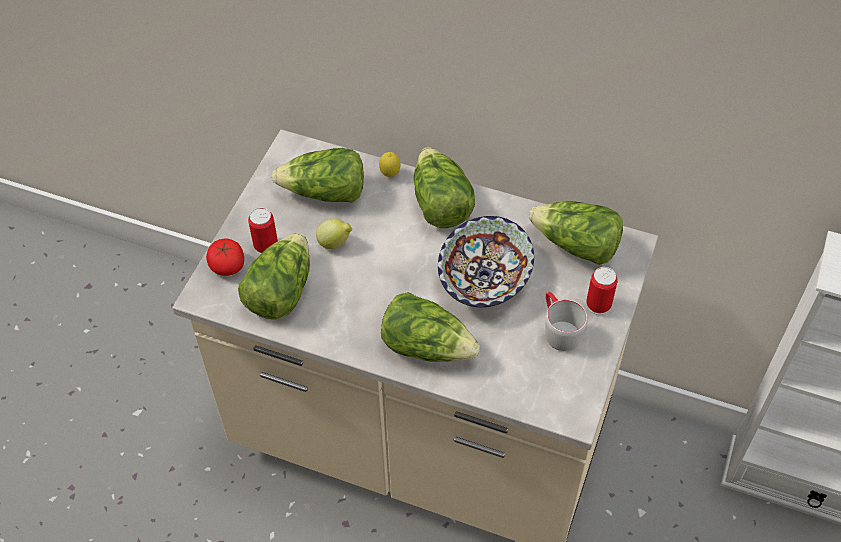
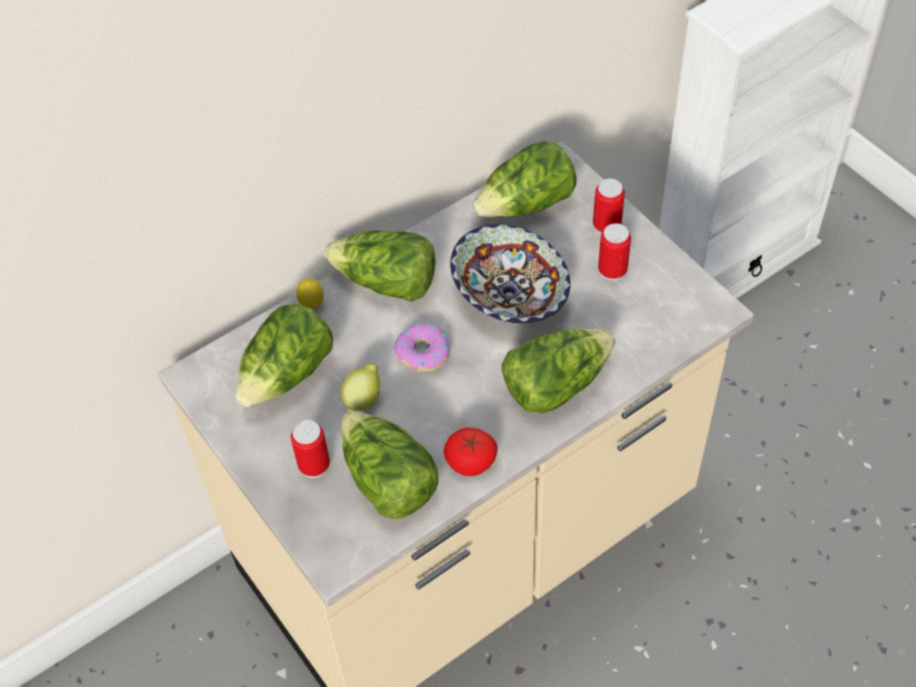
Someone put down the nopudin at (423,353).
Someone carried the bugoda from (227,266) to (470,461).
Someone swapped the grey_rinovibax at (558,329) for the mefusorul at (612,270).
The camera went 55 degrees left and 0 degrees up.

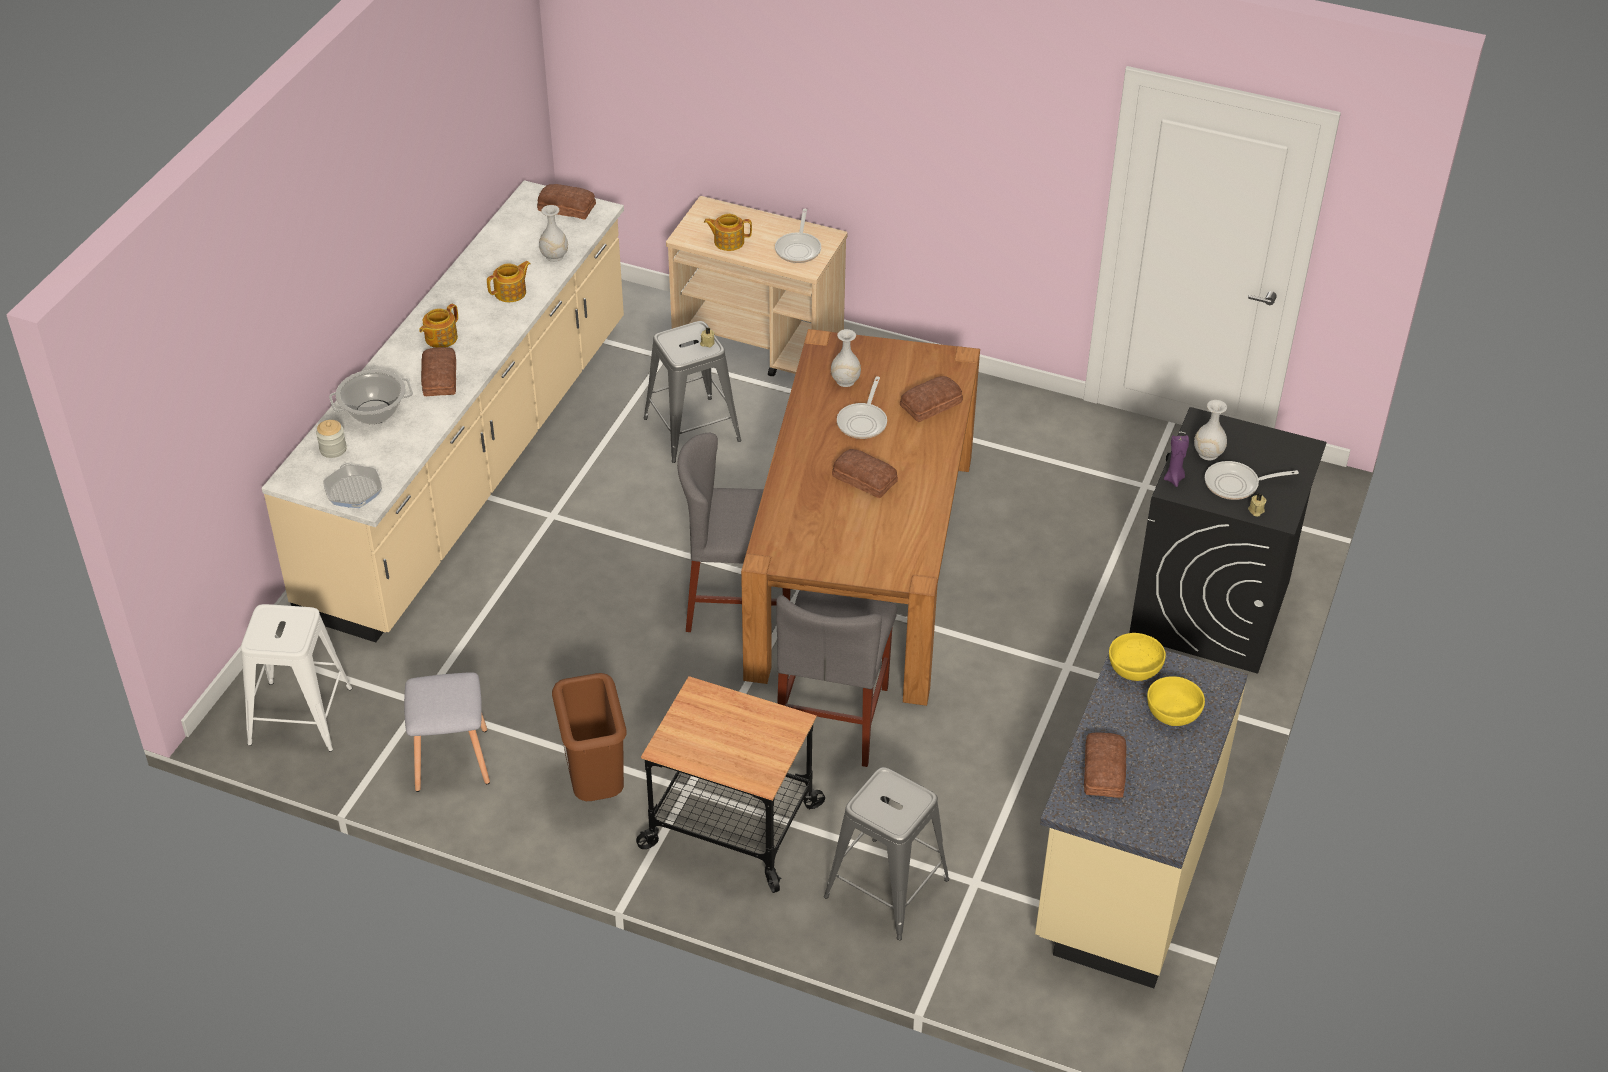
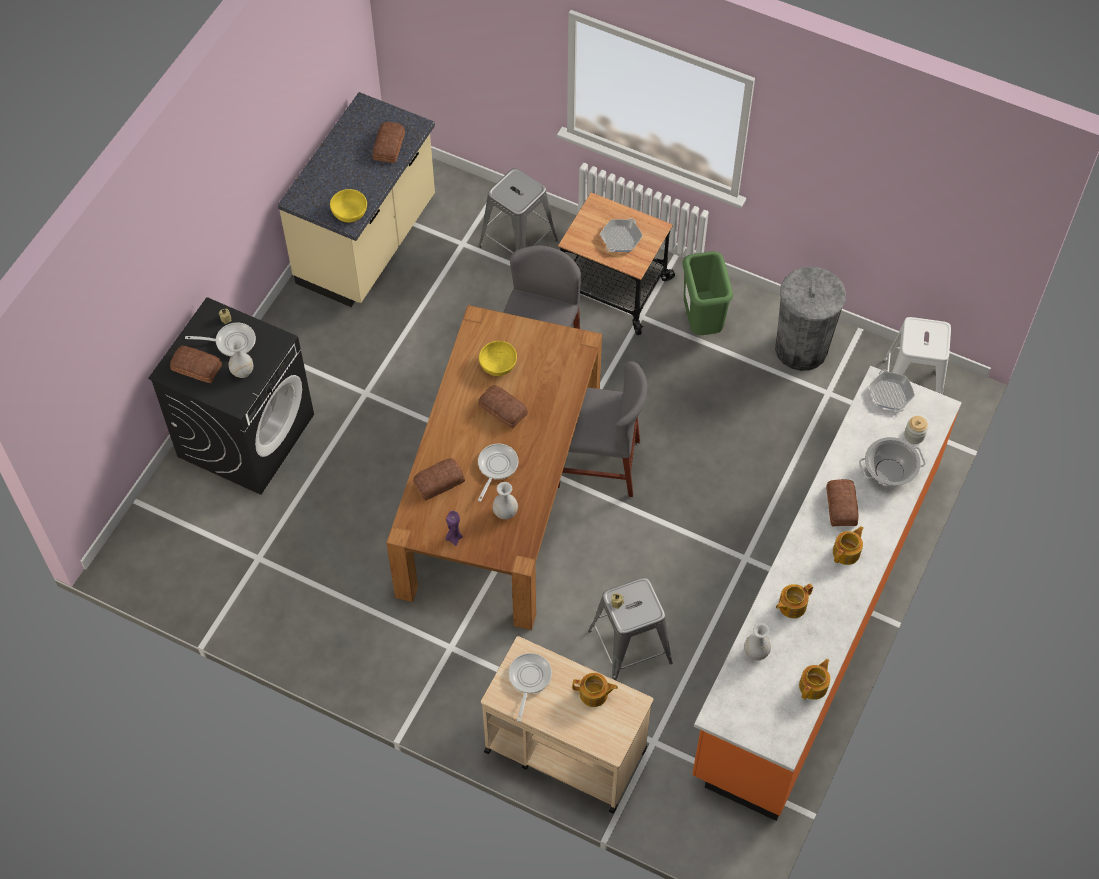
Someone carried the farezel from (566,207) to (196,368).
Someone carried the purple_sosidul from (1174,479) to (454,537).
Someone carried the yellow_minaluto from (1173,711) to (498,365).
Someone put down the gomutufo at (621,238).
Someone repainted the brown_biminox at (594,785), which became the green_biminox at (703,323).
Someone repainted the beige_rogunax at (473,464), which became the orange_rogunax at (816,618).
Someone swapped the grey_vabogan at (450,758) for the grey_biminox at (801,348).
Someone put down the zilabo at (814,686).
The camera went 175 degrees left and 15 degrees up.

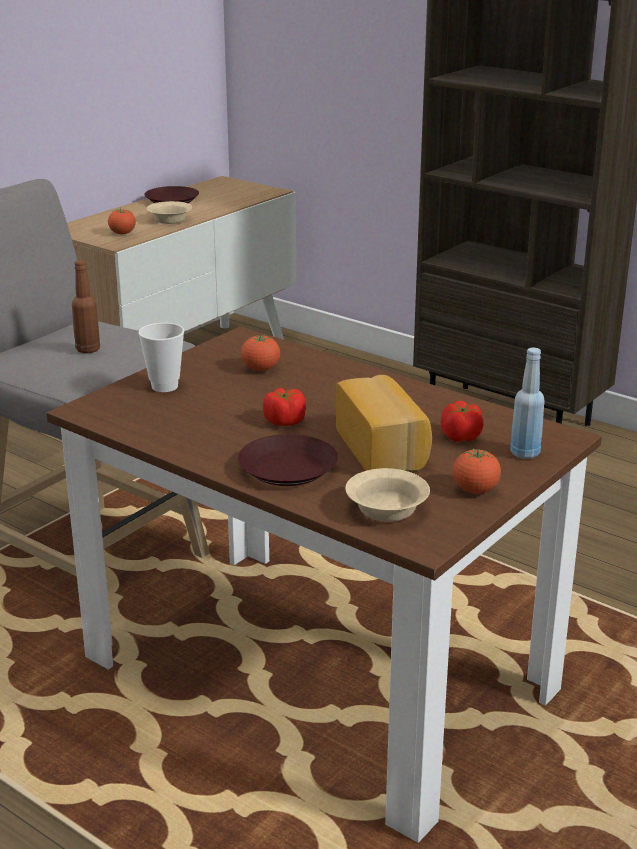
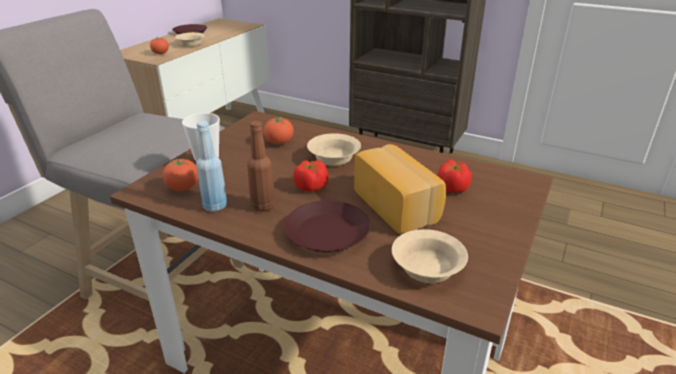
Someone carried the bugoda from (475,490) to (183,188).
Someone carried the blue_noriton from (524,453) to (215,206).
Someone carried the brown_noriton from (88,350) to (263,206).
Someone put down the beige_minaluto at (334,159).
The camera went 10 degrees left and 5 degrees up.

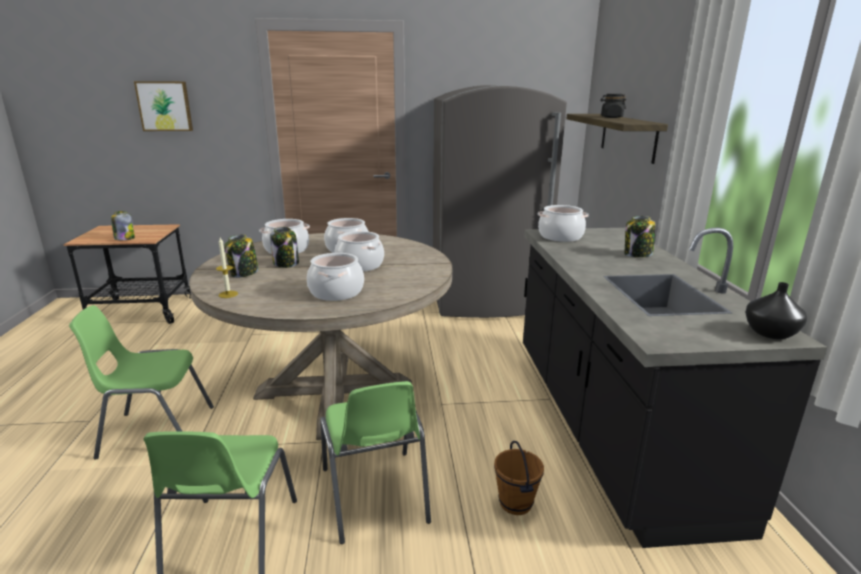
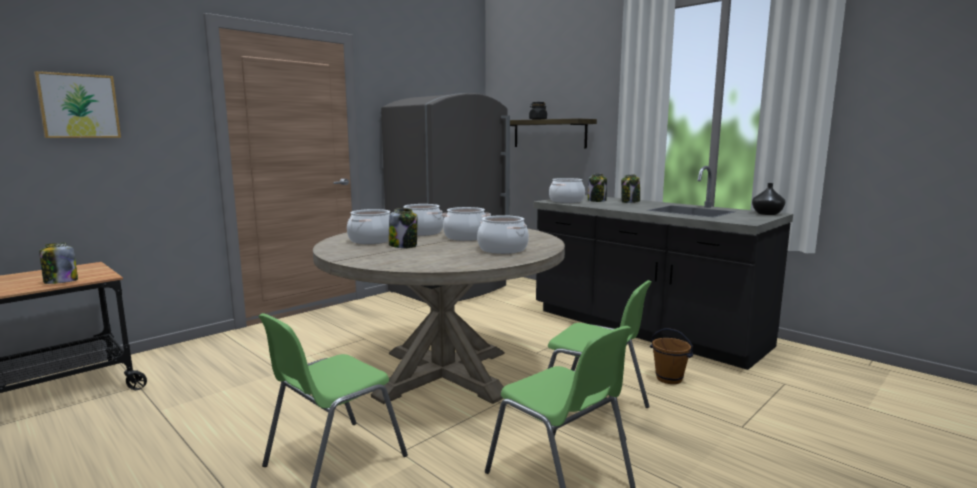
Someone carried the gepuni from (244,273) to (597,200).
Someone took away the sosidul at (228,294).
The camera went 40 degrees left and 10 degrees down.

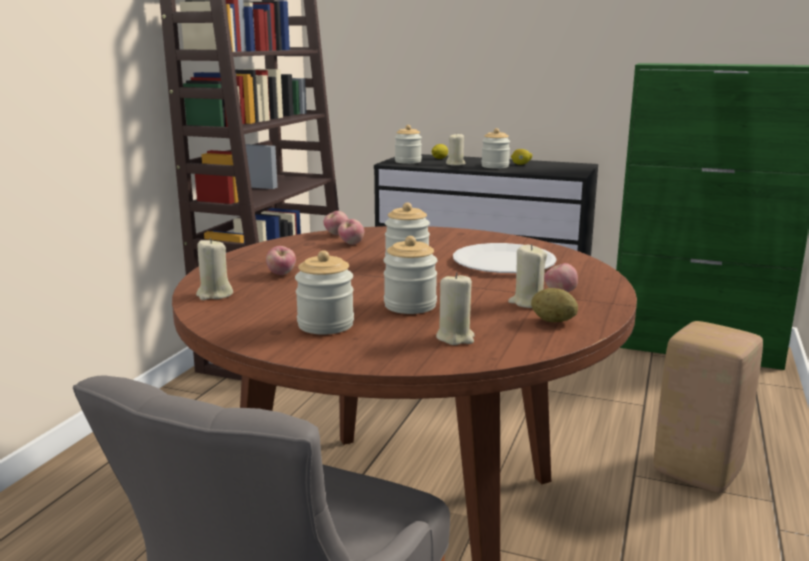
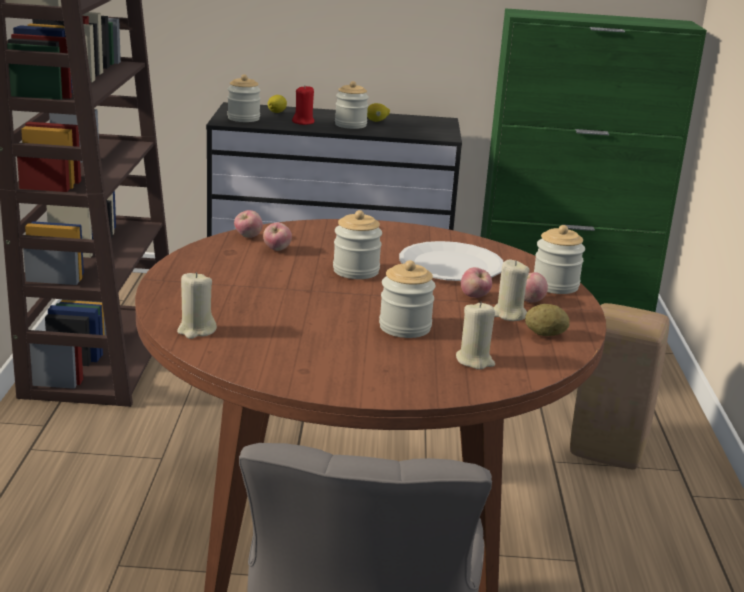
Someone repainted the beige_sosidul at (456,164), which became the red_sosidul at (303,122).
Someone carried the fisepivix from (281,274) to (475,297).
Someone carried the gepuni from (325,325) to (555,285).
The camera went 20 degrees left and 5 degrees up.

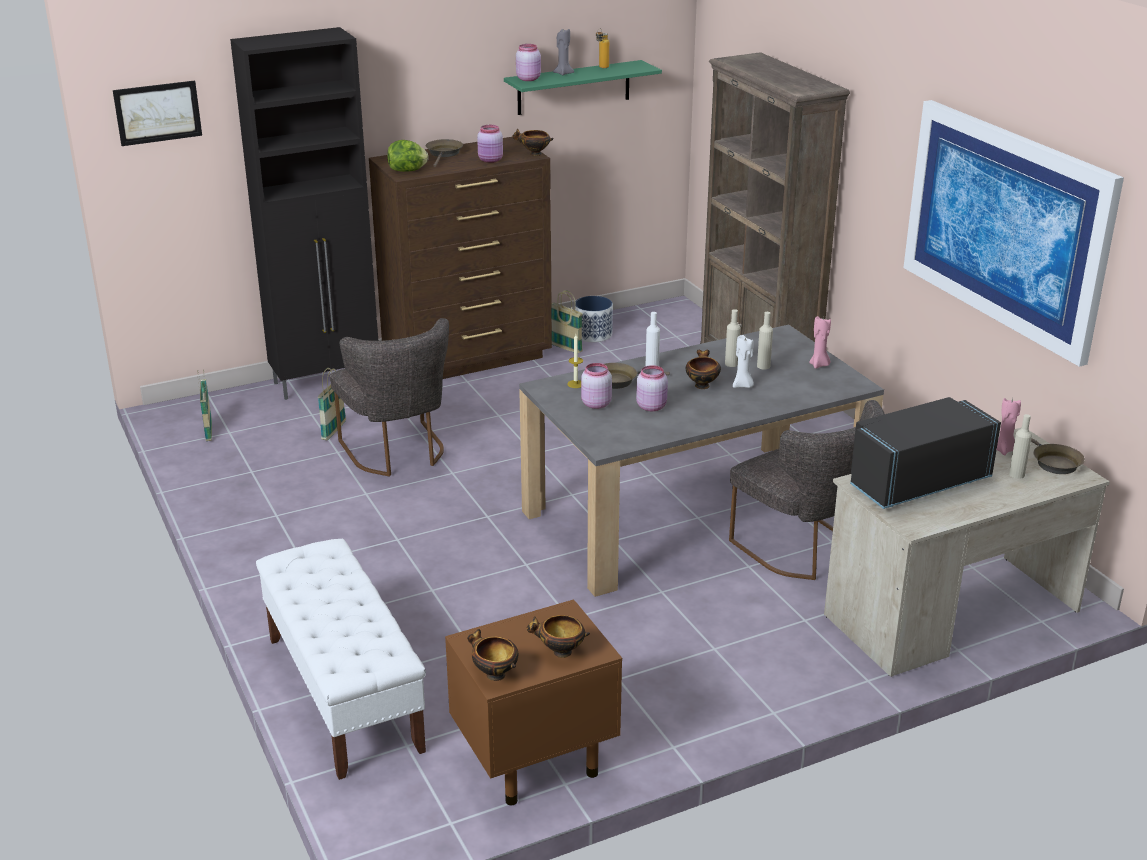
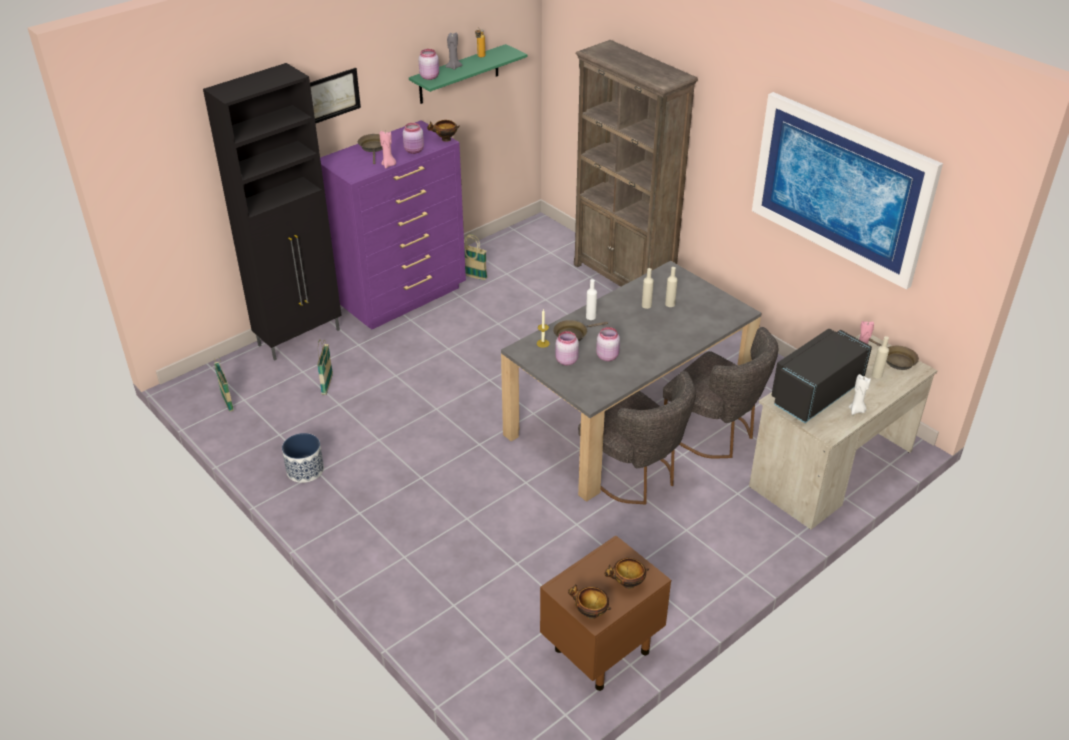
Someone carried the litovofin from (593,334) to (305,470).
Someone carried the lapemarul from (158,113) to (331,96).
Someone repainted the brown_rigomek at (469,358), which became the purple_rigomek at (402,297).
Someone carried the pink_sosidul from (819,365) to (388,165).
Someone carried the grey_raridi from (397,453) to (635,477).
Someone carried the white_sosidul from (743,385) to (856,410).
Someone took away the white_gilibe at (343,693).
Someone took away the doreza at (407,171).
Someone took away the minaluto at (701,385).
The camera went 15 degrees left and 10 degrees up.

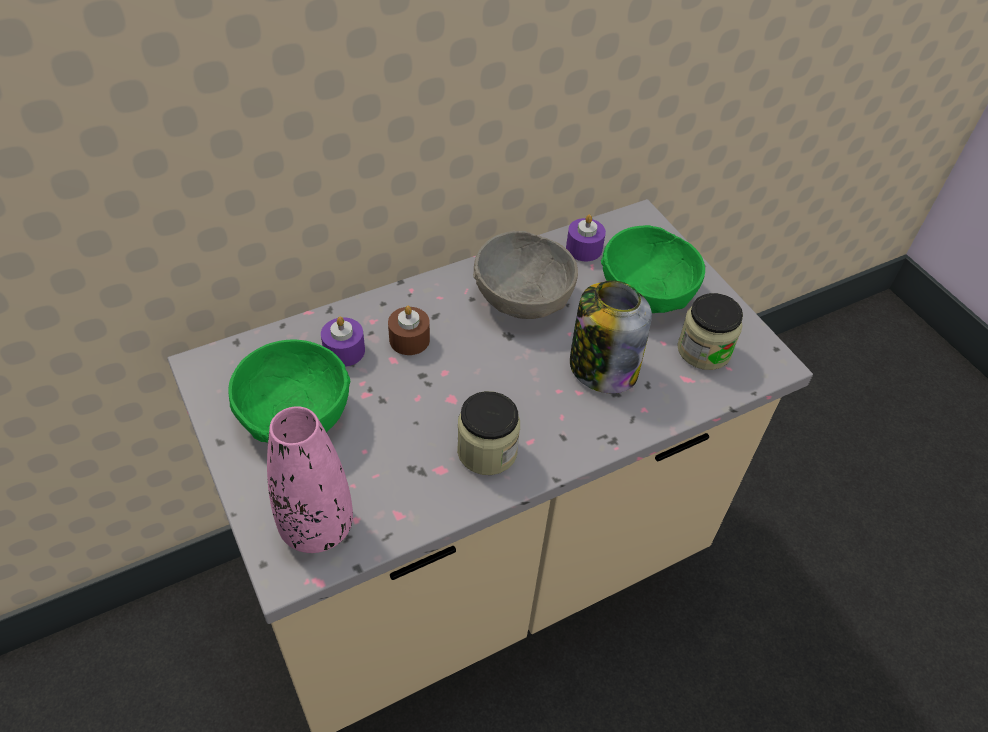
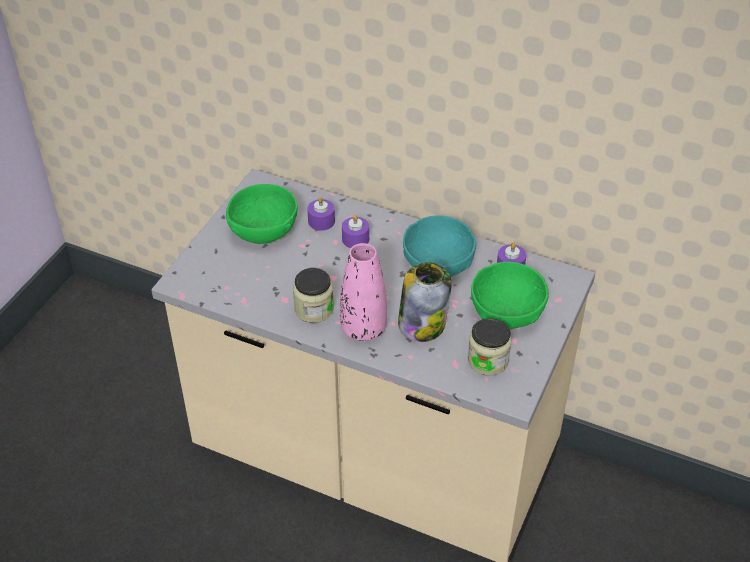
Someone carried the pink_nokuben from (317,526) to (363,329).
Someone repainted the brown_sosidul at (409,339), which became the purple_sosidul at (355,239).
Someone repainted the grey_minaluto at (524,297), which became the turquoise_minaluto at (438,264).
The camera went 55 degrees right and 5 degrees down.

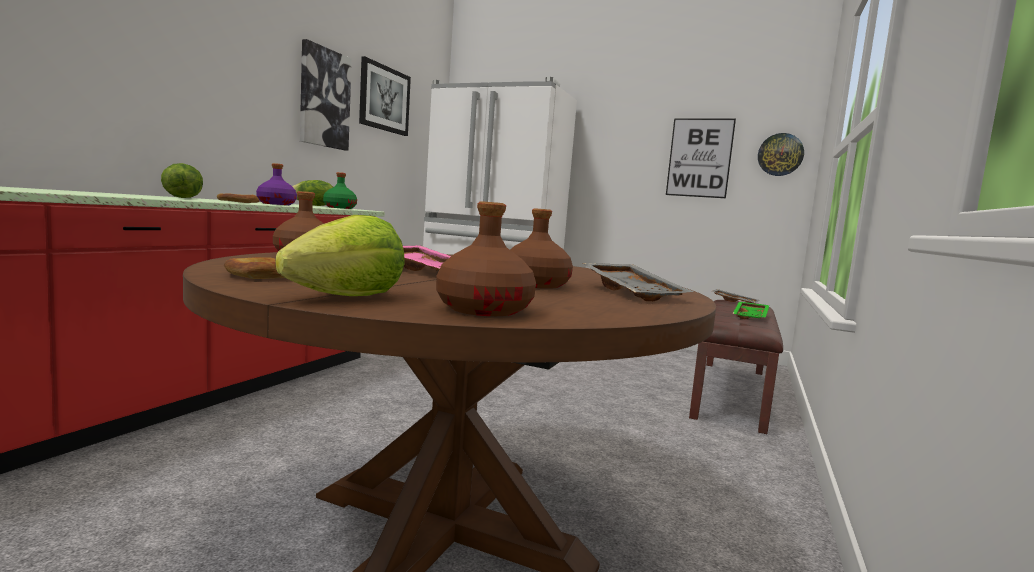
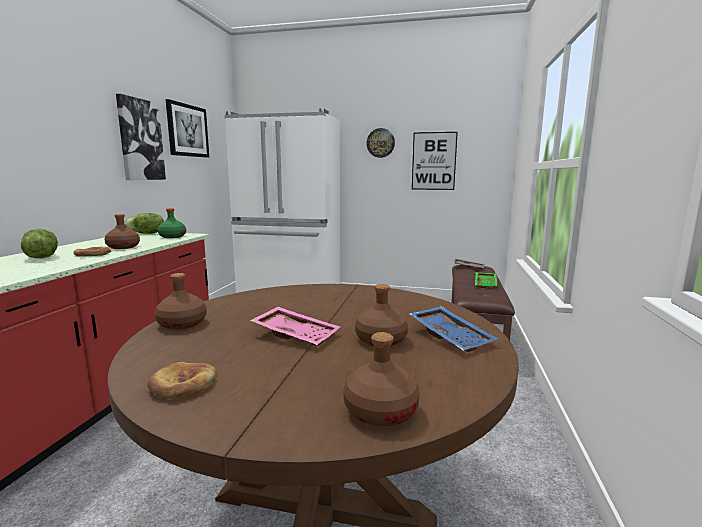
Someone repainted the purple_noriton at (277,204), which became the brown_noriton at (123,247).
Someone carried the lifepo from (780,154) to (380,143).
Someone repainted the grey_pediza at (634,293), which became the blue_pediza at (451,337).
Someone took away the doreza at (348,297).
The camera went 10 degrees left and 5 degrees up.

